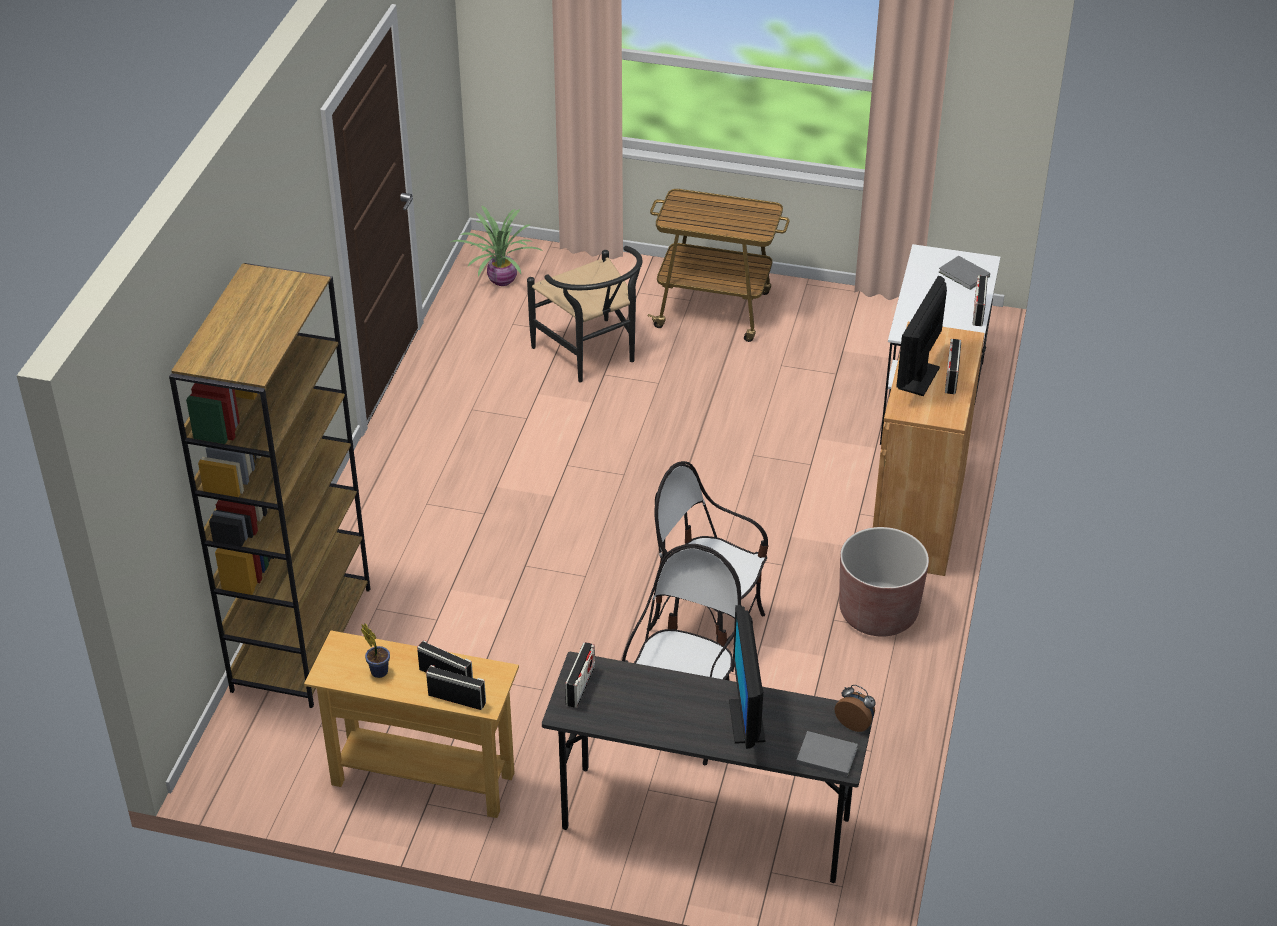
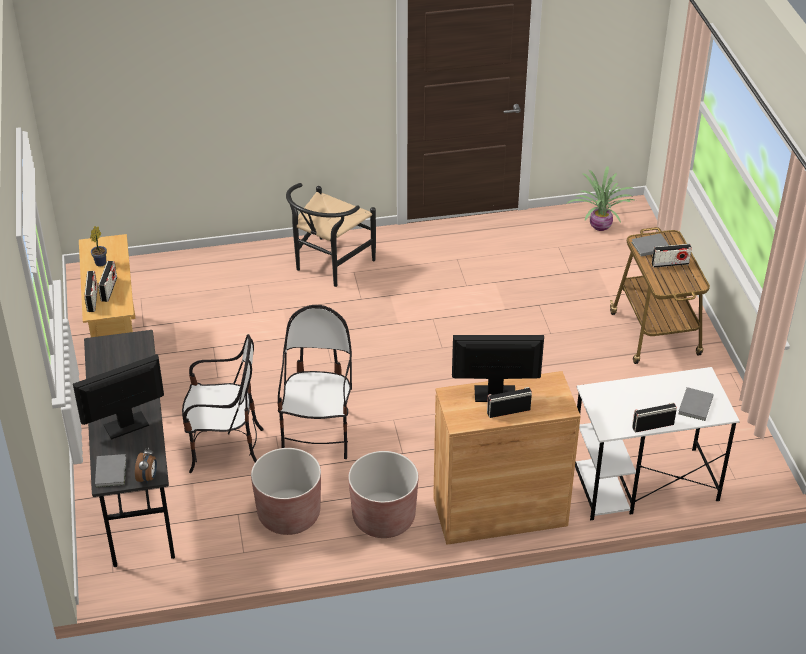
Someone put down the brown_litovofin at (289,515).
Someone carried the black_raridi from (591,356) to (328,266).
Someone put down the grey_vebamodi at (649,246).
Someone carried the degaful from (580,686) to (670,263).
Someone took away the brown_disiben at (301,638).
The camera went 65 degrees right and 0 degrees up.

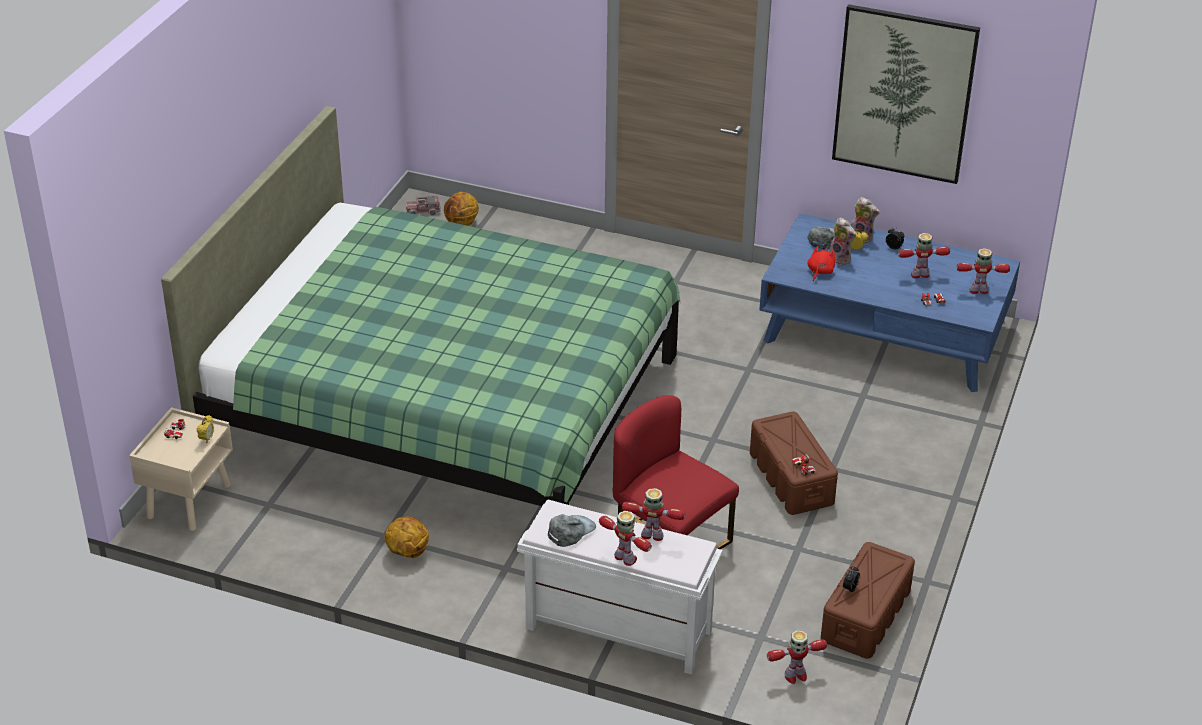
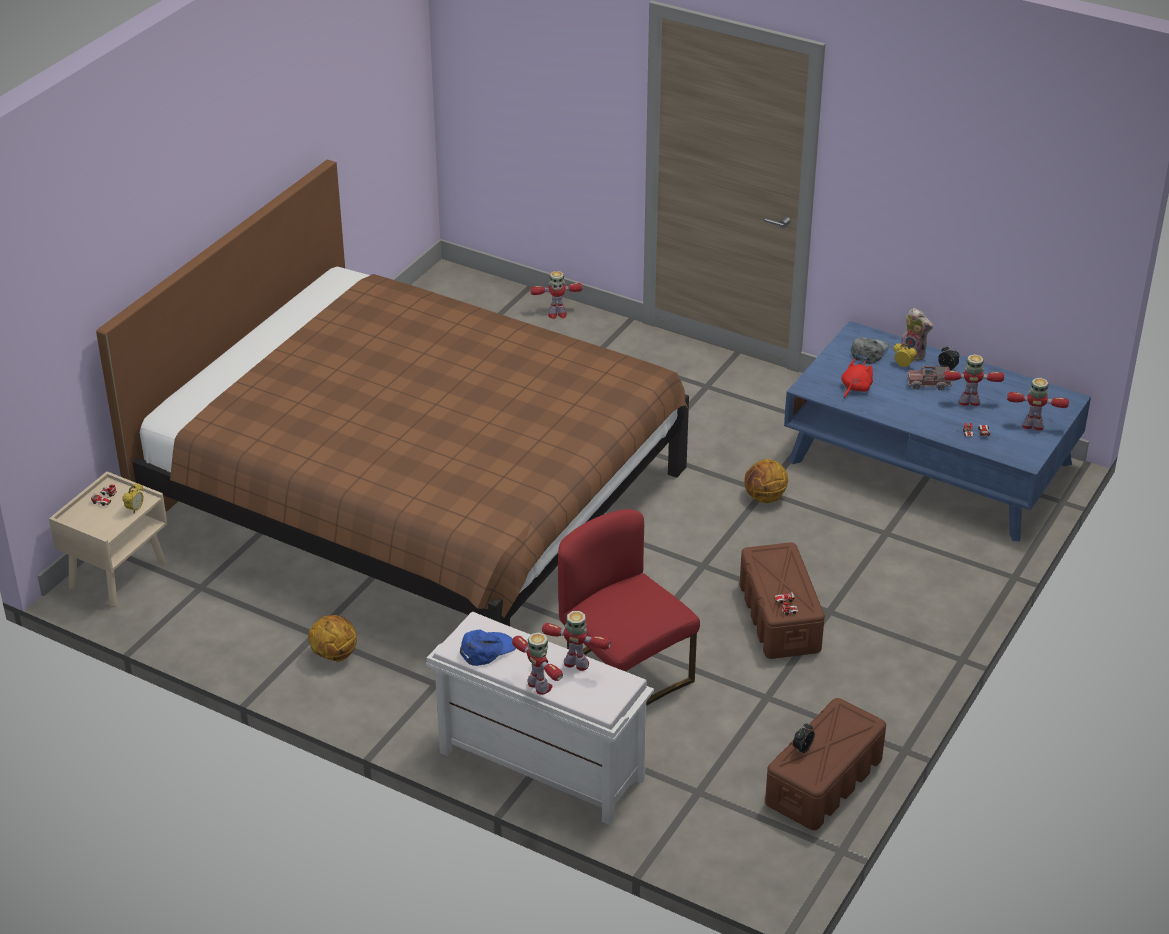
Someone repainted the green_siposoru at (443,407), which became the brown_siposoru at (415,500).
Someone repainted the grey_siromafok at (570,531), which became the blue_siromafok at (487,650).
Someone carried the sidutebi from (795,676) to (556,314).
Someone carried the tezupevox from (461,223) to (765,498).
Someone carried the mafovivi from (423,211) to (928,384).
Someone took away the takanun at (841,258).
Someone took away the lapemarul at (904,94).
The camera went 10 degrees right and 0 degrees up.

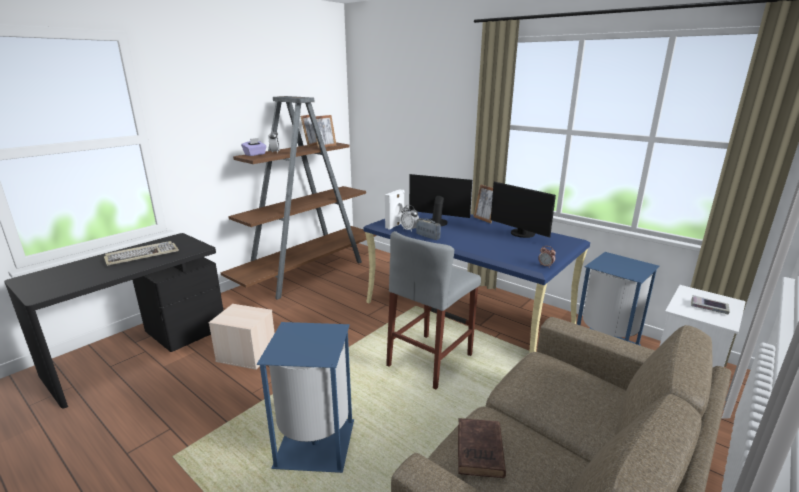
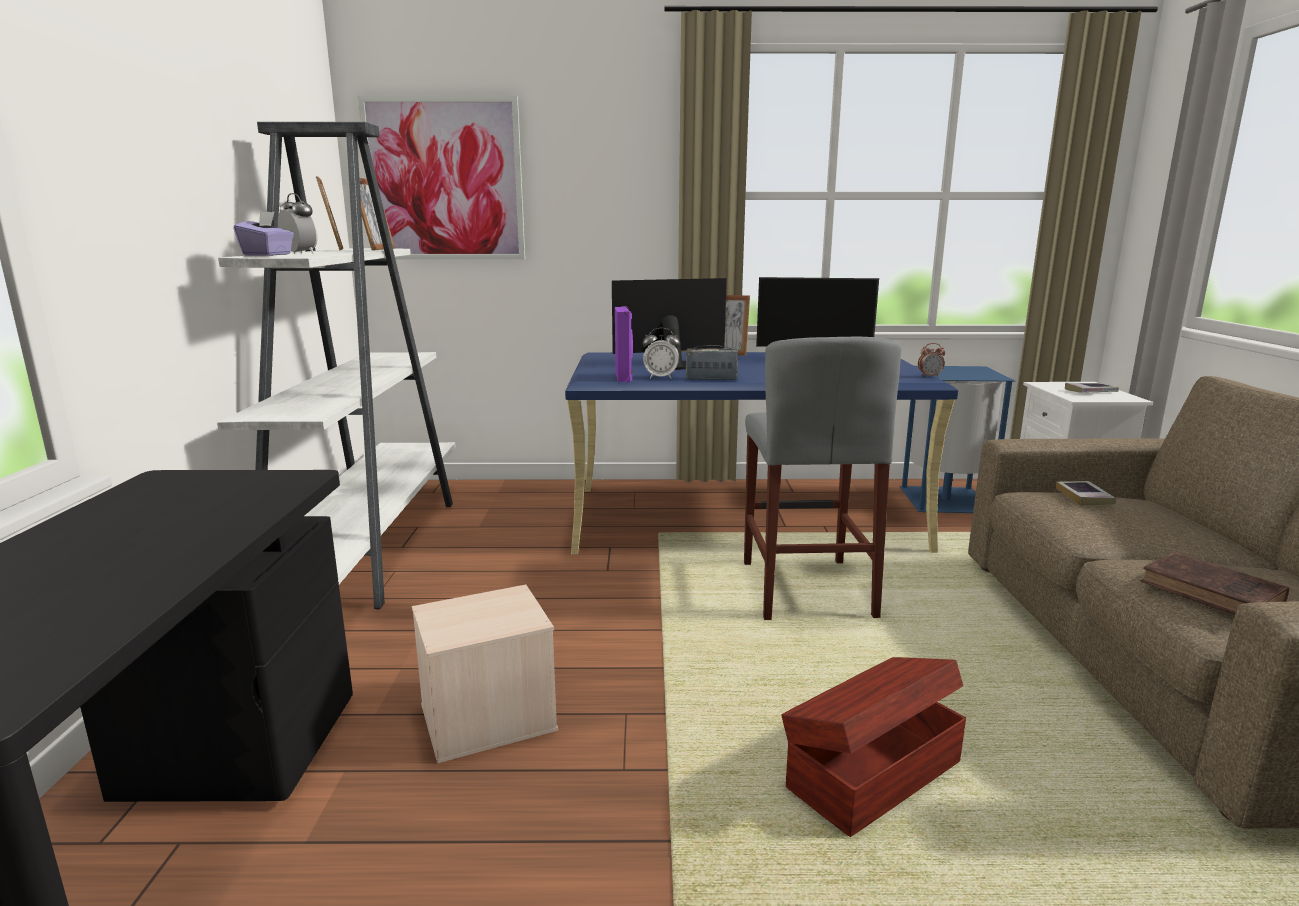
Someone repainted the brown_disiben at (308,272), which became the white_disiben at (368,547).
Someone put up the lapemarul at (444,180).
Someone repainted the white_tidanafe at (395,225), which became the purple_tidanafe at (624,377).
Someone swapped the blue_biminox at (313,444) for the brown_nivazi at (871,774).
Someone put down the vebamodi at (1084,497).
Someone took away the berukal at (142,255).
The camera went 40 degrees left and 5 degrees down.

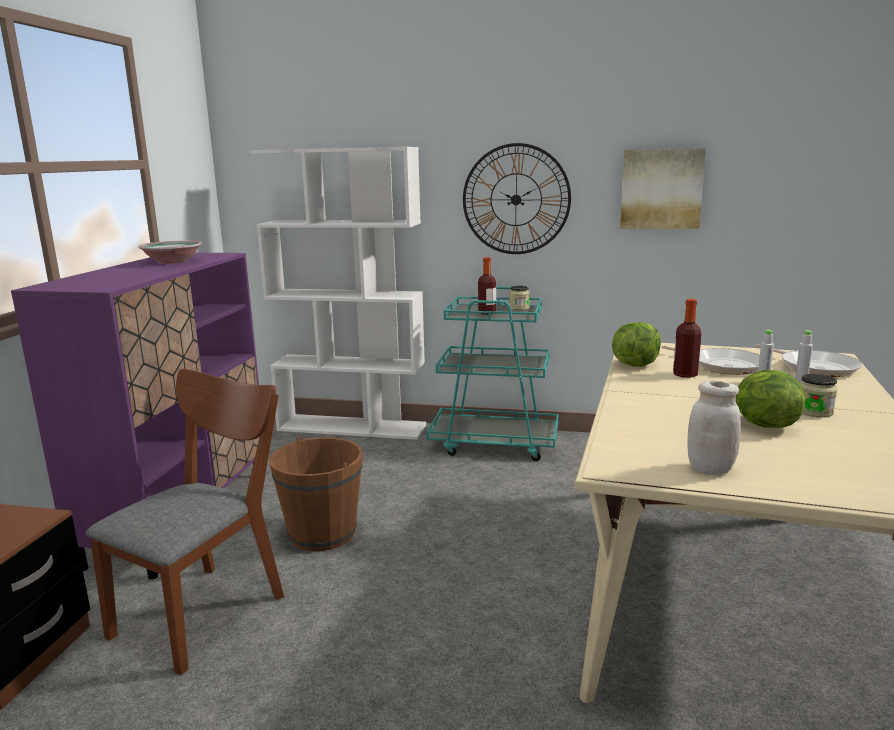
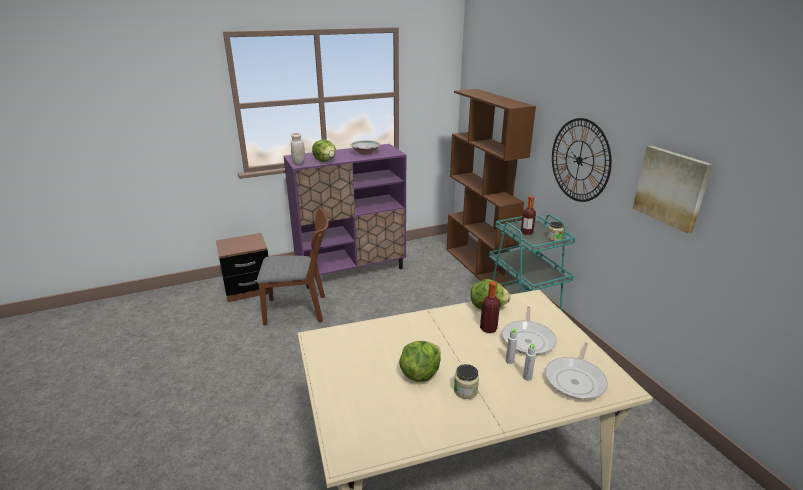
Someone carried the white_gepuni from (710,469) to (299,163).
Someone put down the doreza at (325,161).
Someone repainted the white_disiben at (353,427), which became the brown_disiben at (478,266).
Someone took away the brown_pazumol at (322,533).
The camera went 55 degrees right and 10 degrees up.

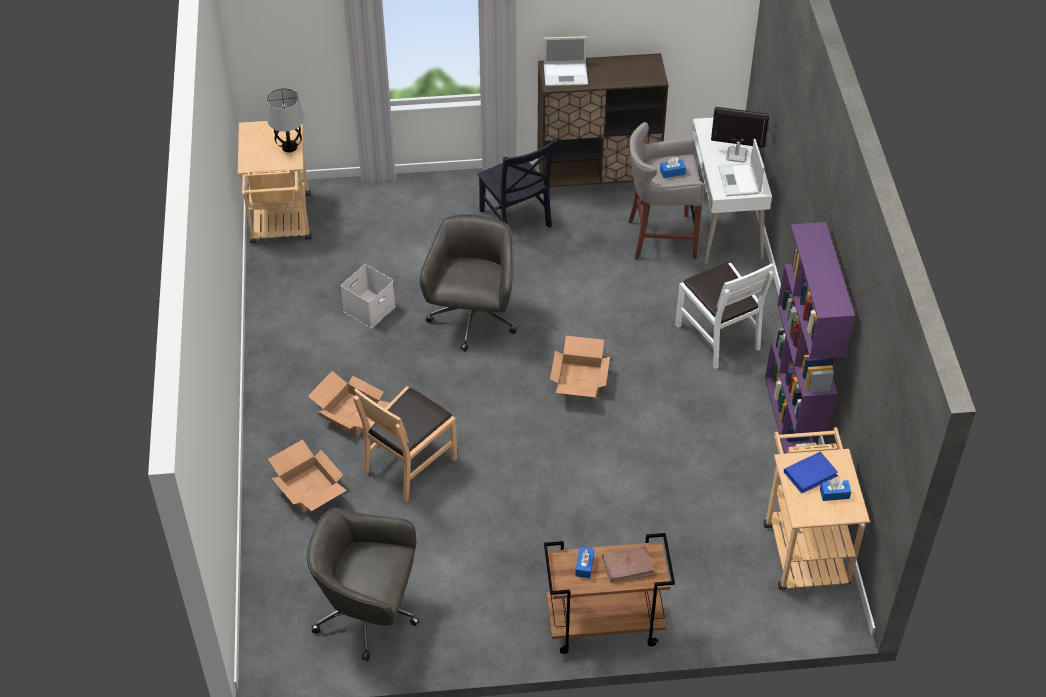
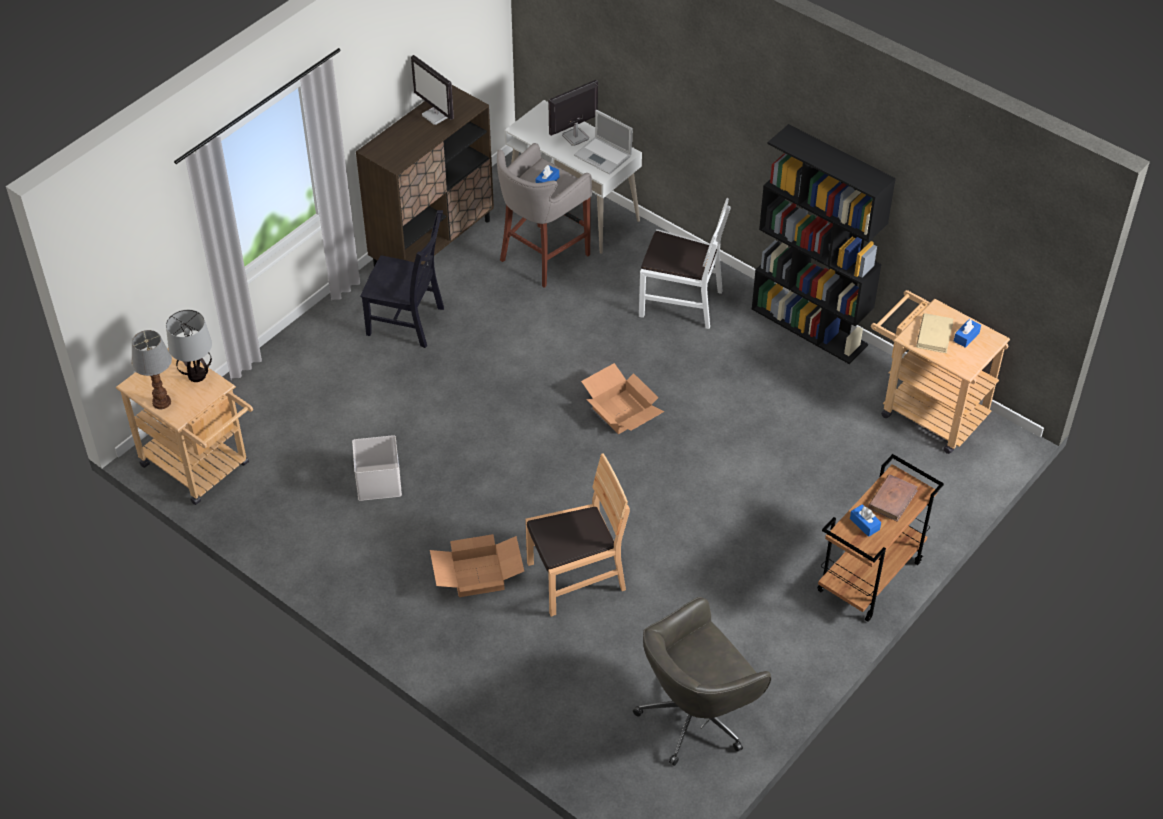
Someone put down the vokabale at (162,401).
Someone put down the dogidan at (436,116).
Someone rotated the brown_raridi at (409,464) by 105 degrees counterclockwise.
Someone repainted the purple_disiben at (793,421), which became the black_disiben at (810,327).
Someone repainted the blue_vebamodi at (810,474), which became the beige_vebamodi at (934,335).
Someone took away the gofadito at (308,488).
Someone took away the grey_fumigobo at (472,320).
Someone took away the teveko at (566,74).
The camera went 45 degrees left and 0 degrees up.

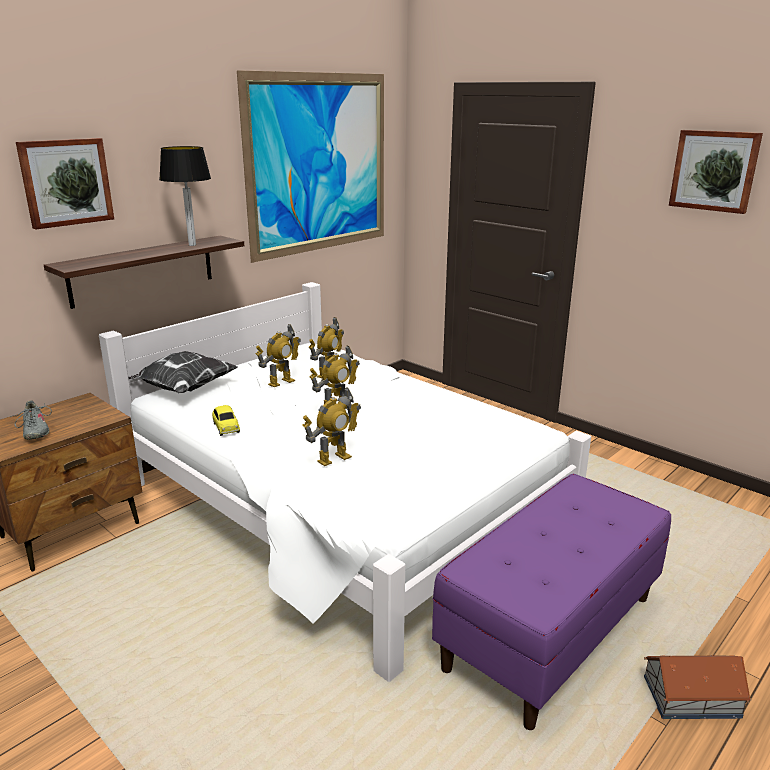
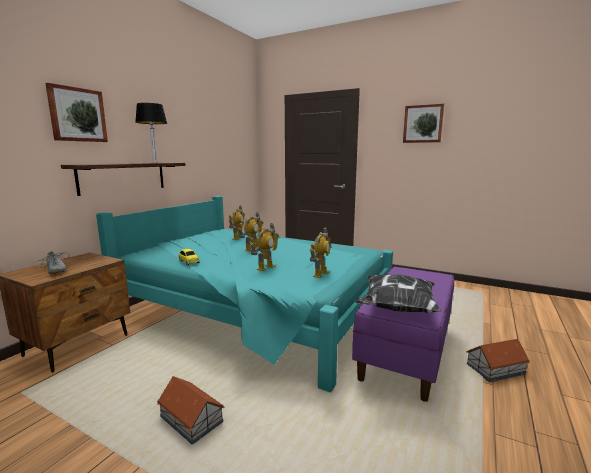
Someone repainted the white_siposoru at (342,505), which became the turquoise_siposoru at (256,310).
Someone put down the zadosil at (191,419).
Someone carried the sidutebi from (281,382) to (320,274).
Someone carried the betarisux from (182,389) to (396,309).
Someone took away the lapemarul at (319,164).
The camera went 15 degrees left and 10 degrees down.

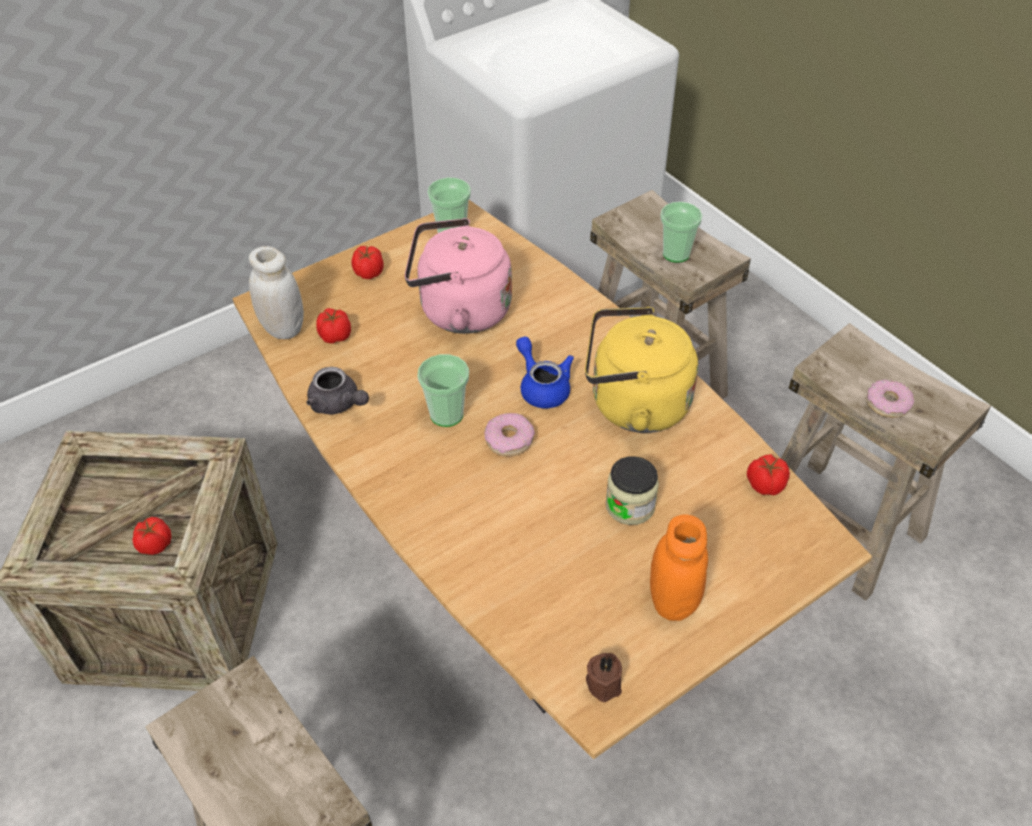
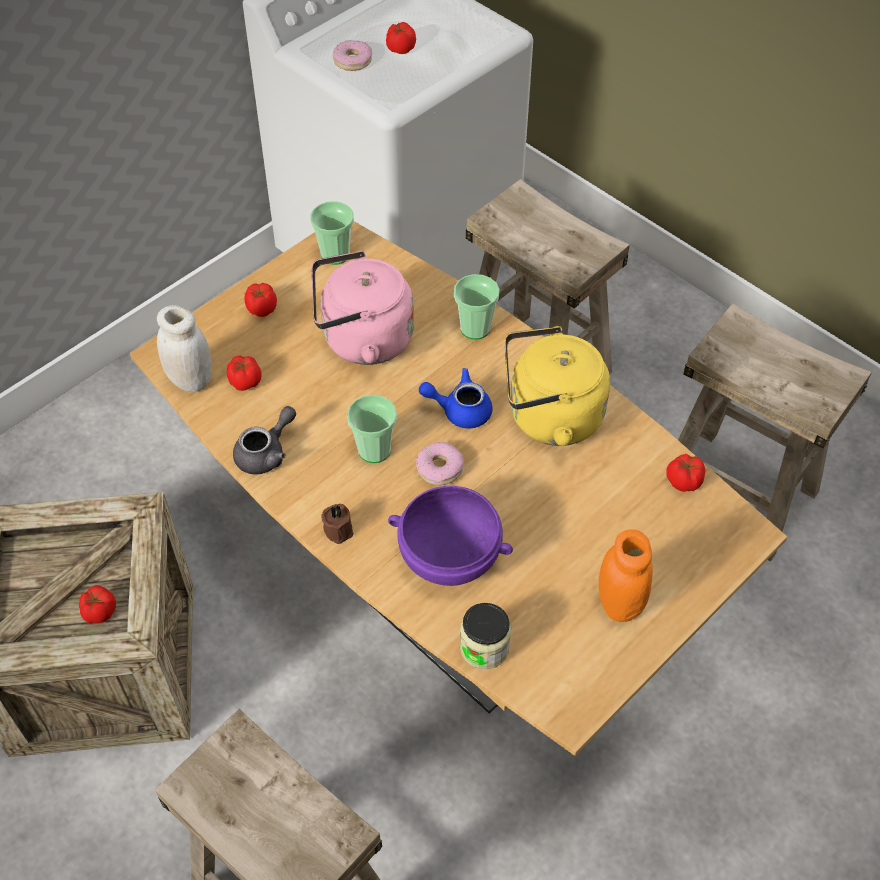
Someone rotated the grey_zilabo at (338,404) by 75 degrees counterclockwise.
Someone carried the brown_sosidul from (605,683) to (339,529).
Someone carried the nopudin from (887,403) to (352,61).
Someone put down the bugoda at (400,49).
Someone put down the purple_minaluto at (450,556).
Someone rotated the blue_zilabo at (542,387) by 45 degrees counterclockwise.
Someone carried the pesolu from (676,254) to (475,328).
Someone carried the gepuni from (630,506) to (484,647).
The camera went 10 degrees left and 5 degrees up.

